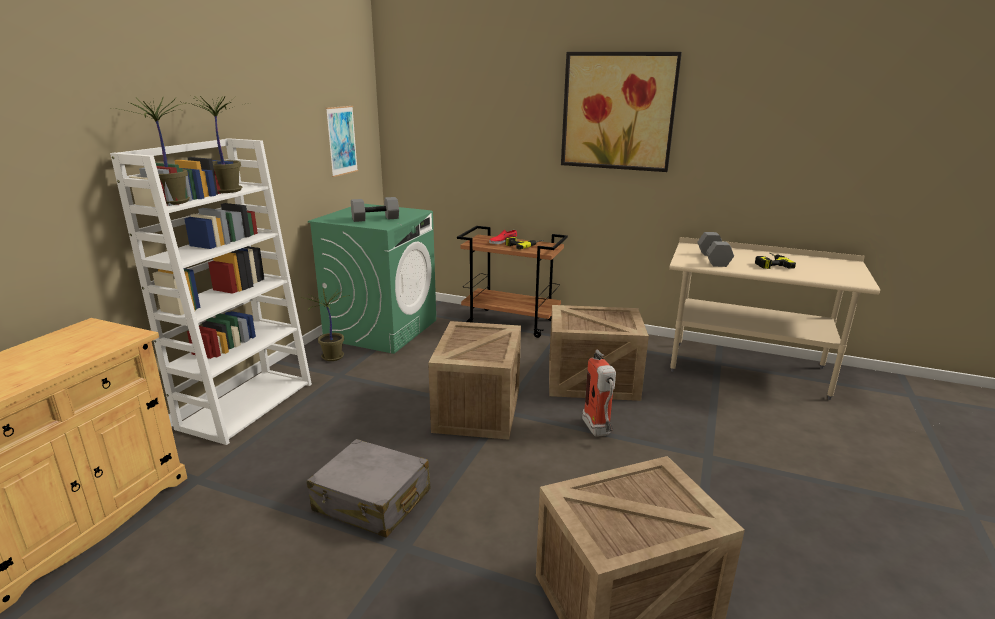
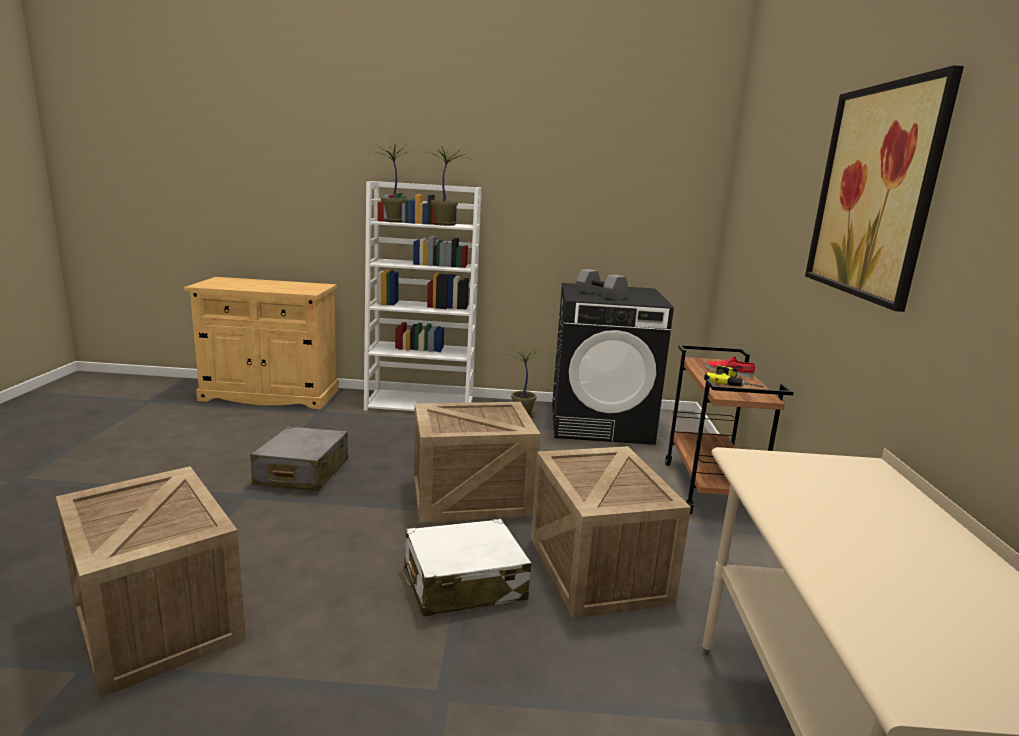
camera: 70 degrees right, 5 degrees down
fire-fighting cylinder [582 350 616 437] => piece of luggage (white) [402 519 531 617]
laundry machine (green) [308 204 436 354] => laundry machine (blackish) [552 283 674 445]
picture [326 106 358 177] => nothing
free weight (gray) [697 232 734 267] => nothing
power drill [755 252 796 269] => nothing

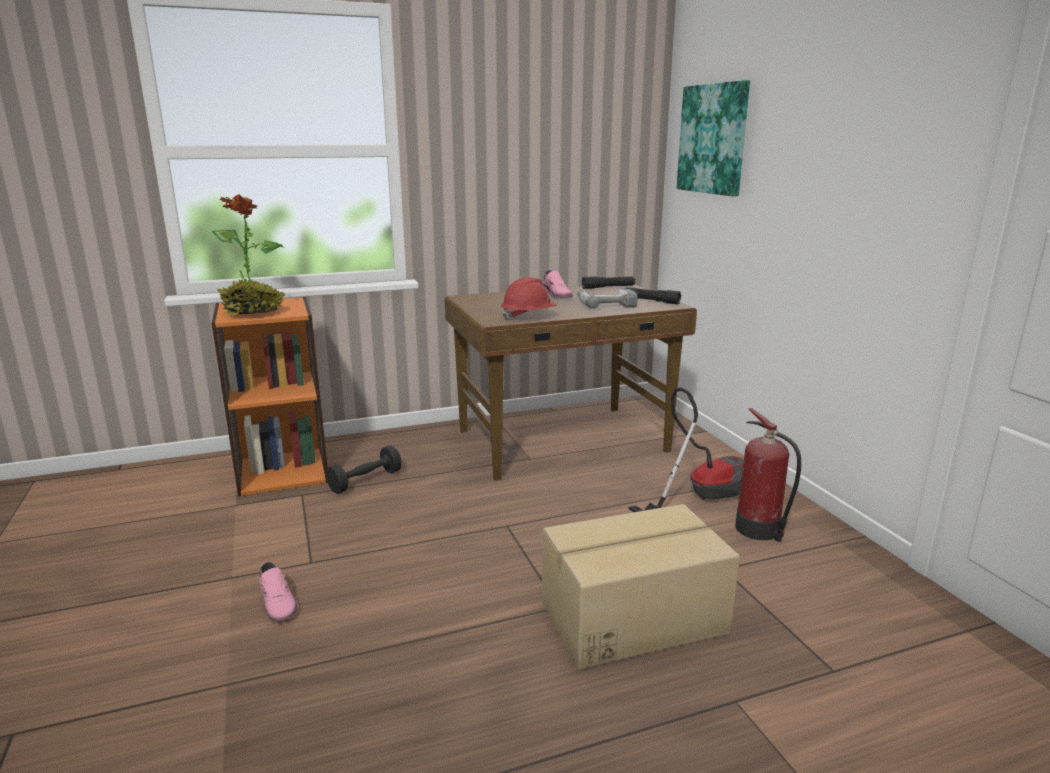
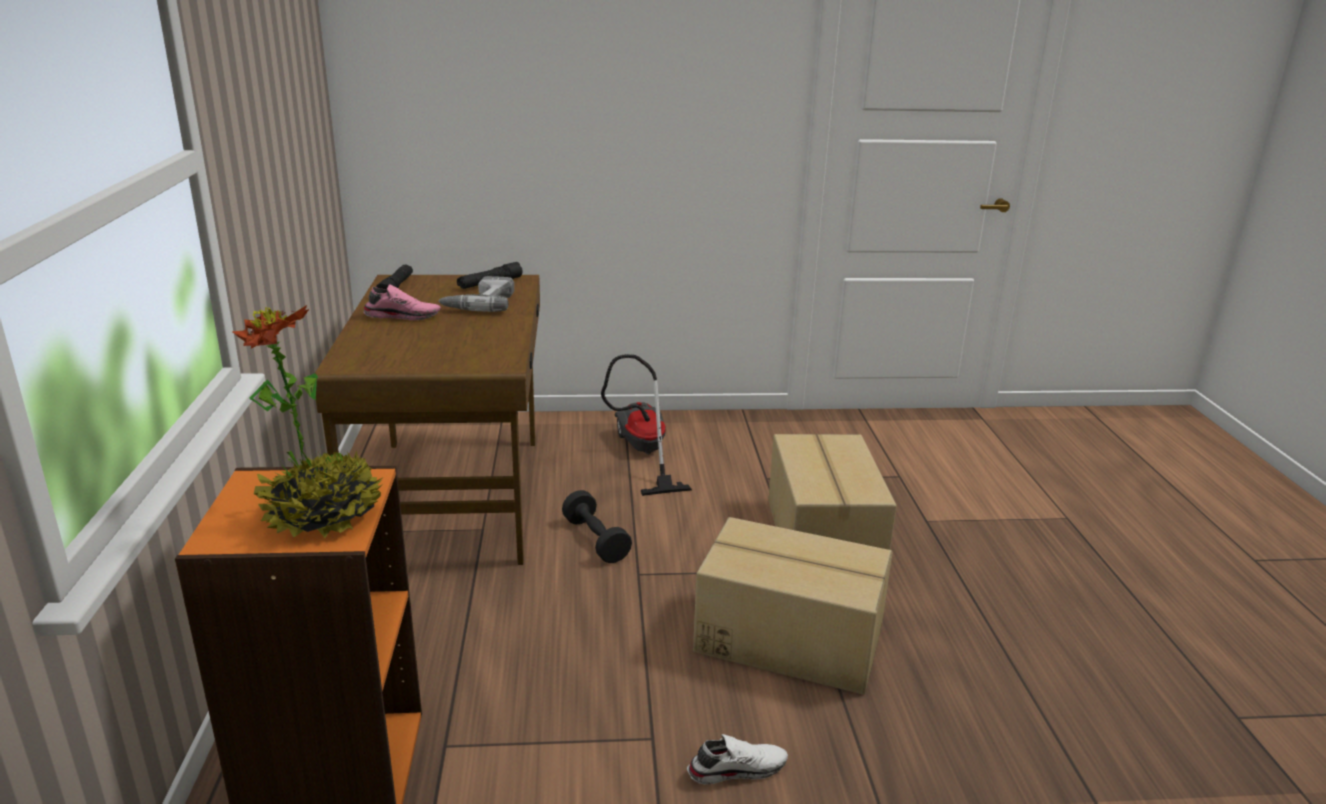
camera: 75 degrees left, 5 degrees up
free weight (blackish) [326 445 402 494] => free weight (blackish) [562 490 632 563], moved
item of footwear (pink-coloured) [259 562 299 622] => item of footwear (white) [687 734 788 785]
nothing => packing box [693 517 892 695]
work helmet (reddish) [501 277 557 320] => nothing
picture [677 80 750 196] => nothing
fire-fighting cylinder [735 408 801 542] => nothing

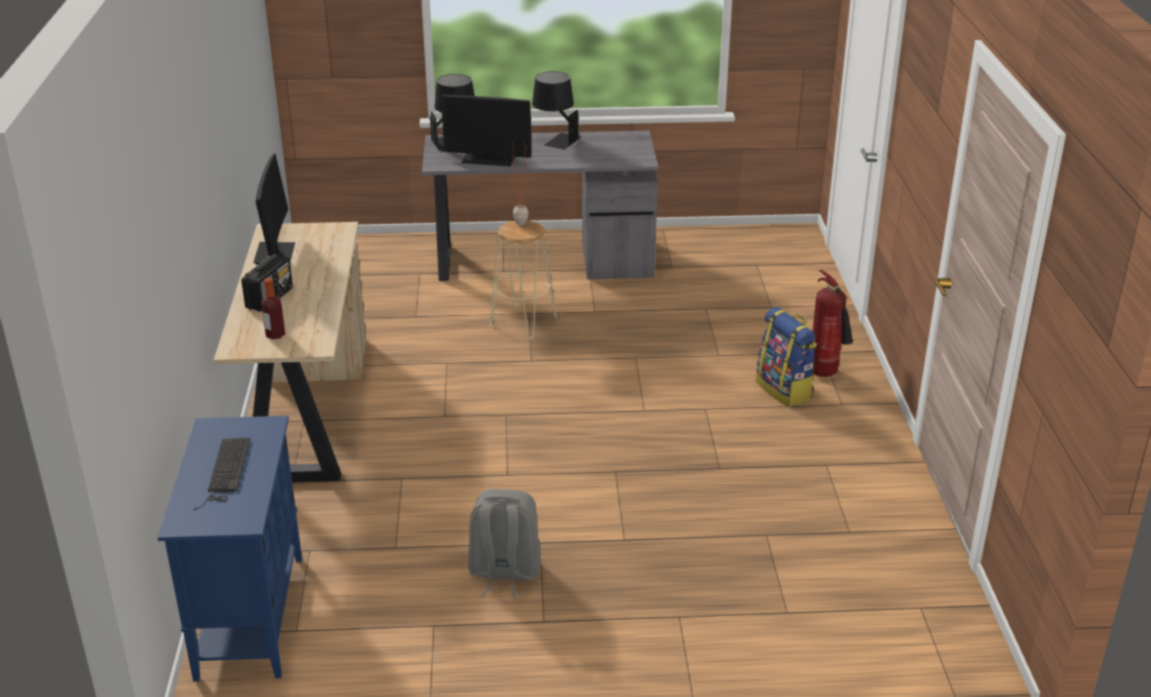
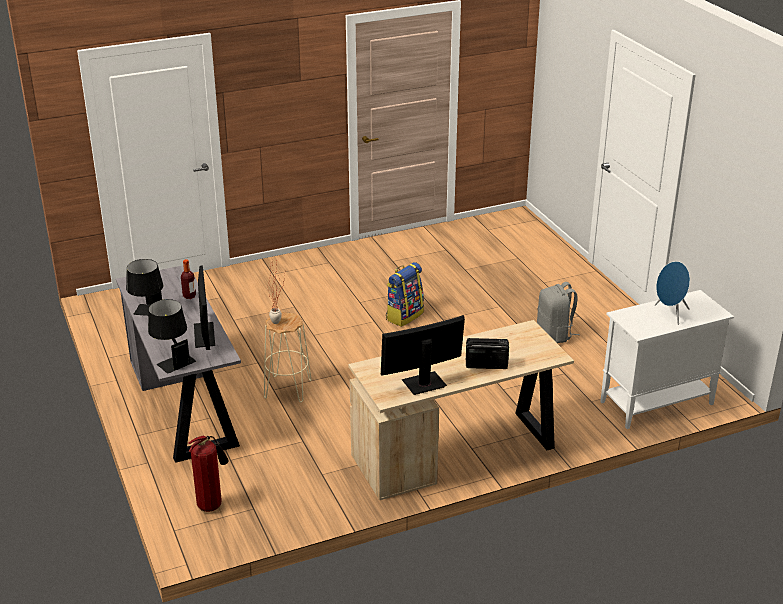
camera: 110 degrees left, 0 degrees up
bottle [261 278 285 339] => bottle [181 259 196 299], moved
fire-fighting cylinder [813 270 853 377] => fire-fighting cylinder [188 435 229 512], moved
knapsack [756 307 817 407] => knapsack [386 262 424 327], moved
cabinet (blue) [158 416 302 682] => cabinet (white) [600 290 734 429]
PC keyboard [193 438 250 510] => speaker (blue) [655 261 690 325]

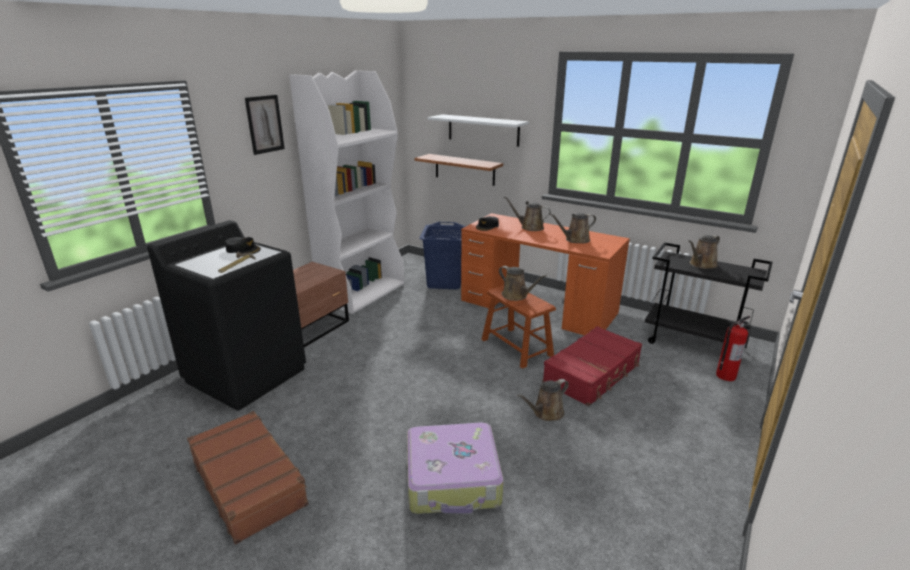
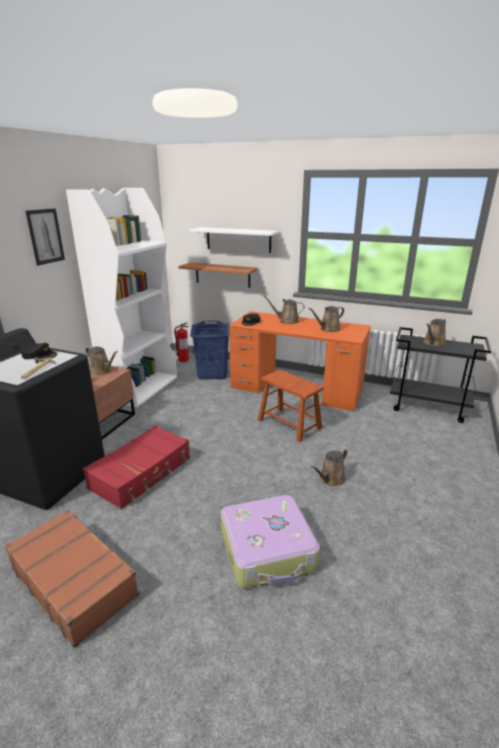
camera: 10 degrees left, 0 degrees up
piece of luggage (reddish) [542 326 642 406] => piece of luggage (reddish) [83 426 190 509], moved
sprinkling can (brown-coloured) [499 266 547 301] => sprinkling can (brown-coloured) [86 346 118 375], moved
fire-fighting cylinder [716 316 750 381] => fire-fighting cylinder [174 323 189 362], moved

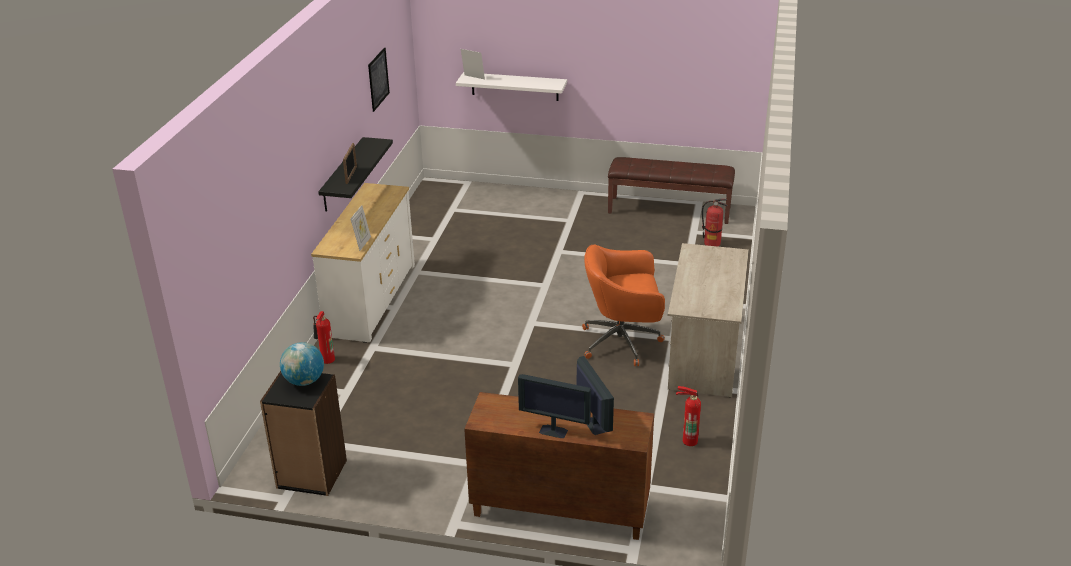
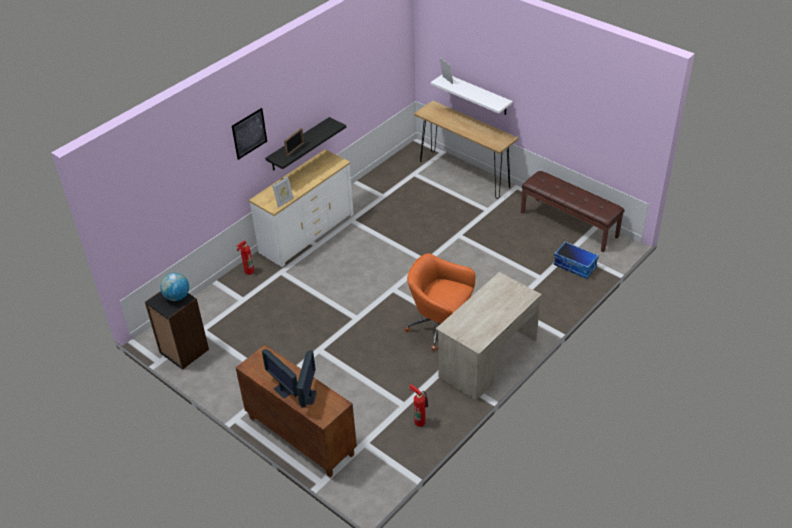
camera: 30 degrees right, 10 degrees up
picture [368 47 390 112] => picture [232 108 267 160], moved
nothing => hall table (brown-coloured) [414 101 519 199]
fire-fighting cylinder [702 199 728 247] => storage bin [554 241 599 279]

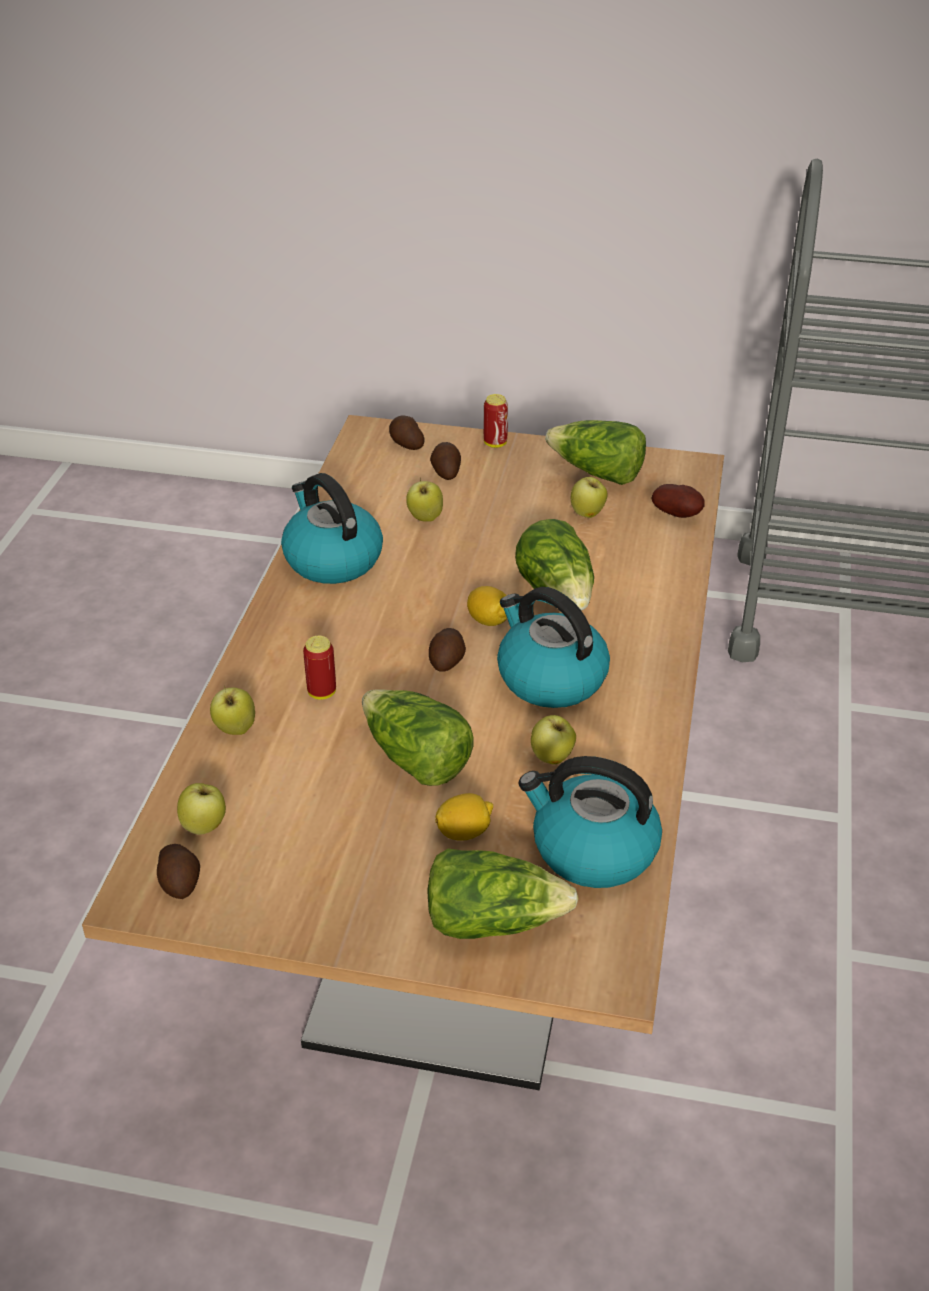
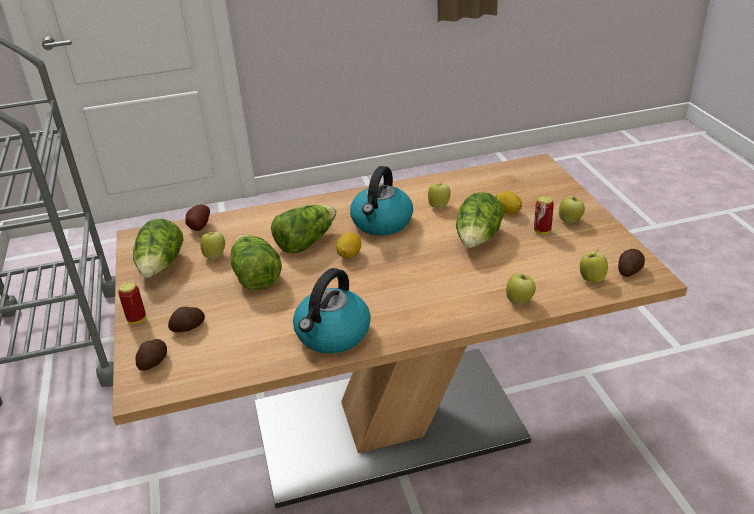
camera: 115 degrees left, 5 degrees down
head of lettuce [427 848 579 939] => head of lettuce [231 235 282 290], moved
can [303 636 336 700] => can [534 196 554 234], moved
apple fruit [406 478 443 522] => apple fruit [559 196 585 223], moved
whole potato [429 628 466 672] => nothing
tea kettle [519 756 662 888] => nothing

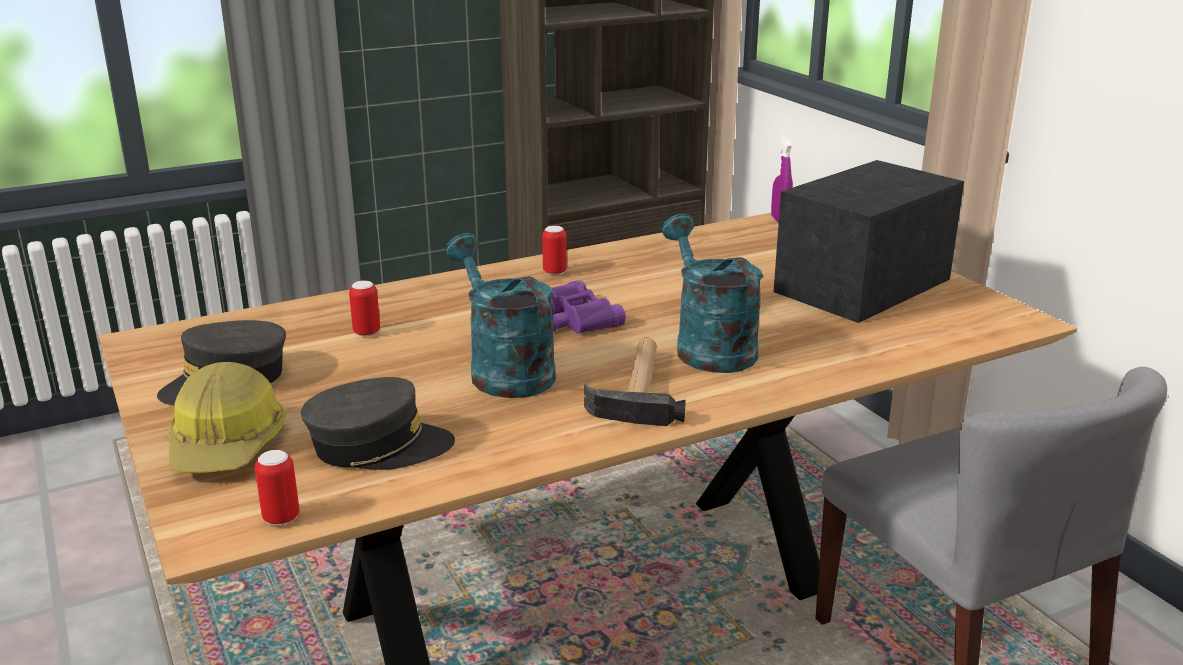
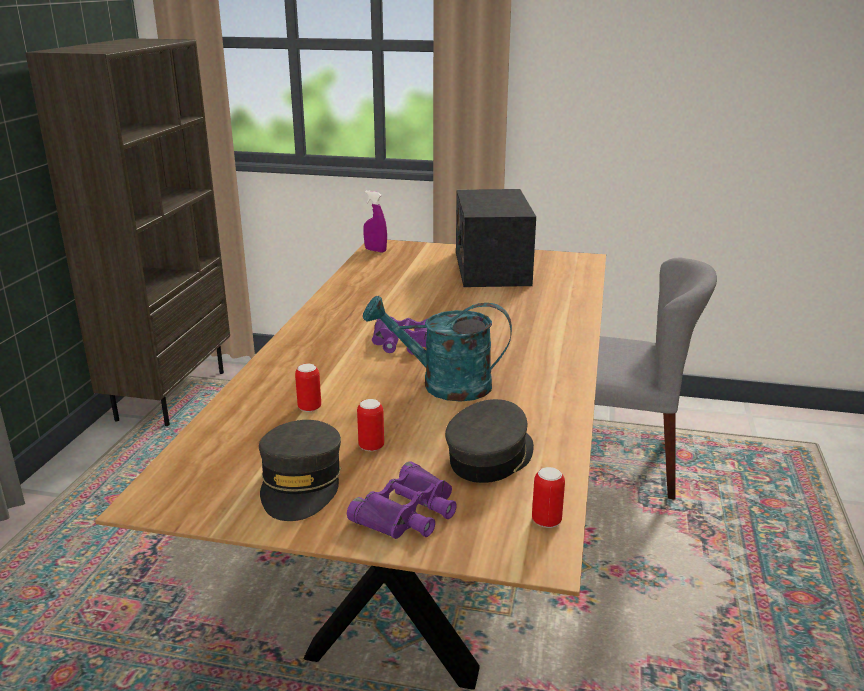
camera: 50 degrees left, 0 degrees up
work helmet [167 362 287 473] => field glasses (purplish) [347 461 457 539]
can [542 226 567 275] => can [357 399 384 451], moved
hand hammer [584 337 686 426] => nothing
sprinkling can (turquoise-coloured) [662 214 763 373] => nothing

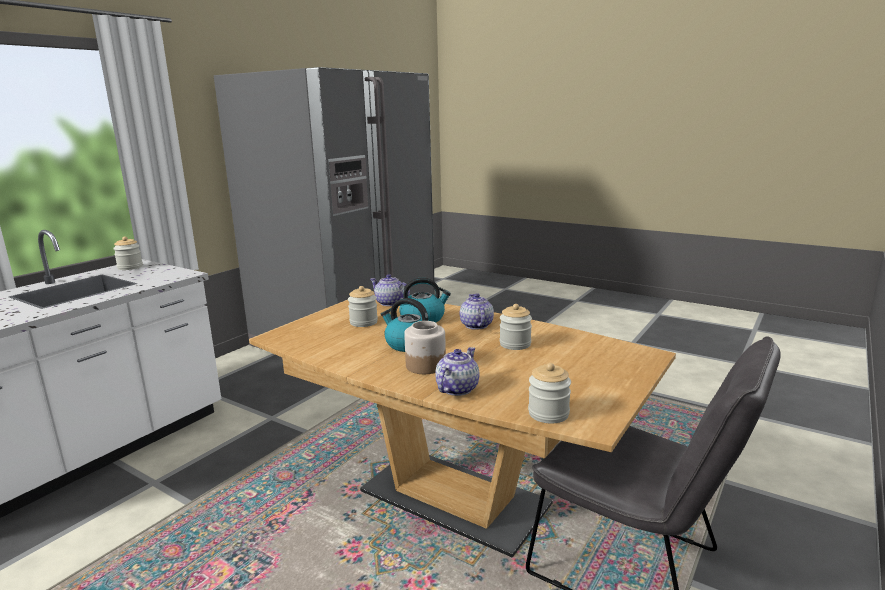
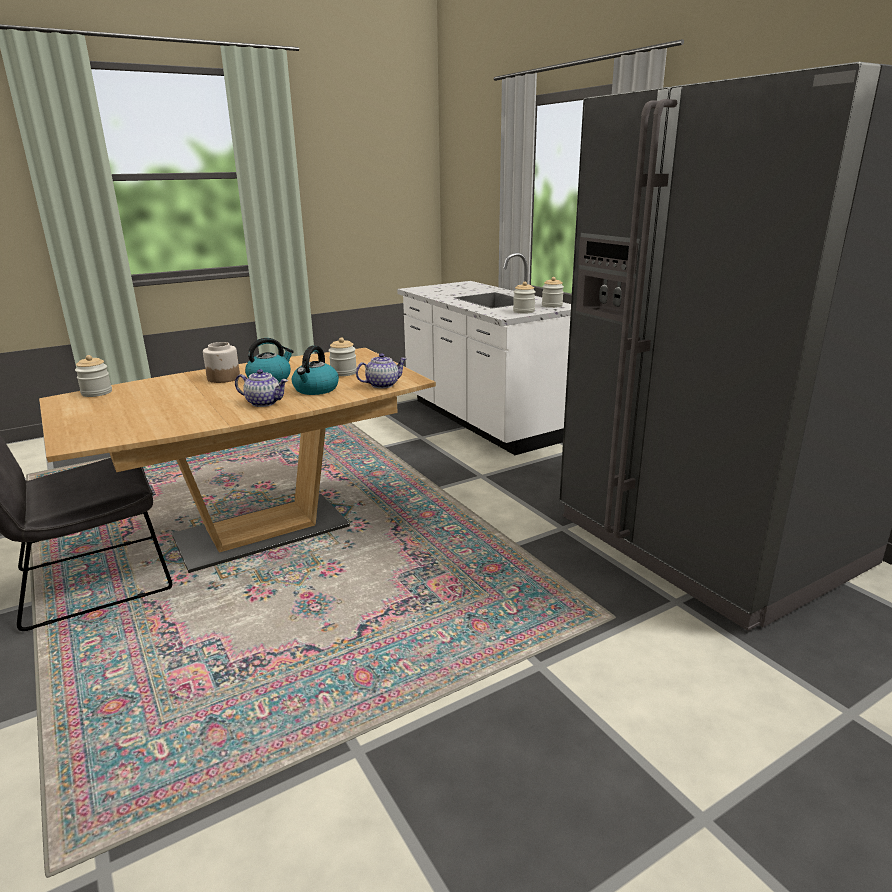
camera: 115 degrees right, 5 degrees up
jar [500 304 532 350] => jar [513 282 536 314], moved
pot for tea [435 347 480 396] => nothing

